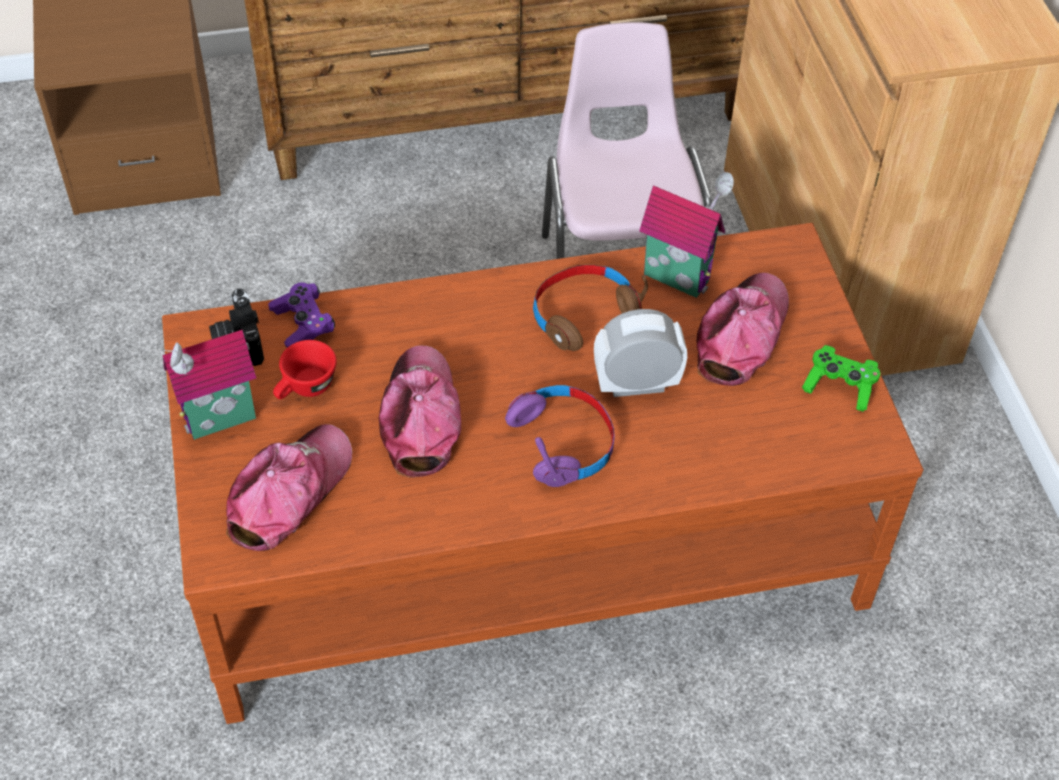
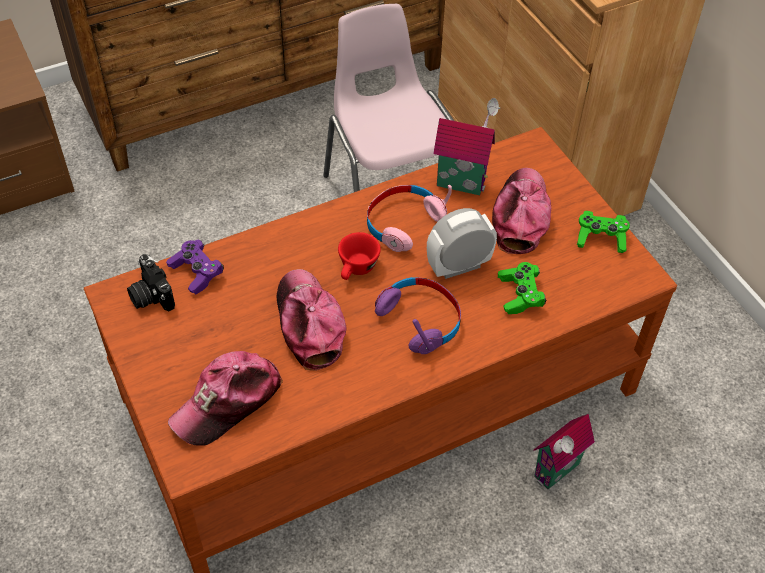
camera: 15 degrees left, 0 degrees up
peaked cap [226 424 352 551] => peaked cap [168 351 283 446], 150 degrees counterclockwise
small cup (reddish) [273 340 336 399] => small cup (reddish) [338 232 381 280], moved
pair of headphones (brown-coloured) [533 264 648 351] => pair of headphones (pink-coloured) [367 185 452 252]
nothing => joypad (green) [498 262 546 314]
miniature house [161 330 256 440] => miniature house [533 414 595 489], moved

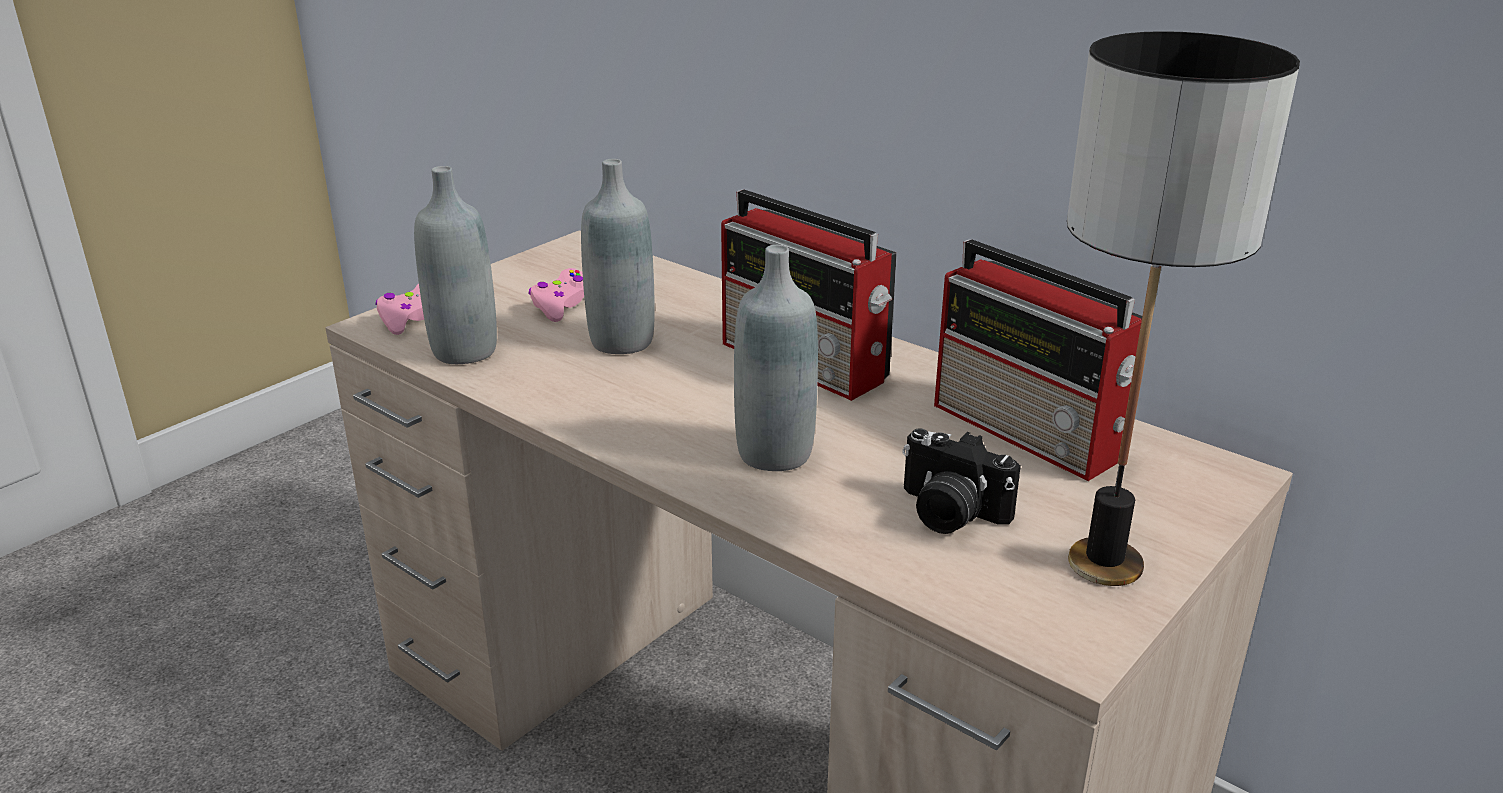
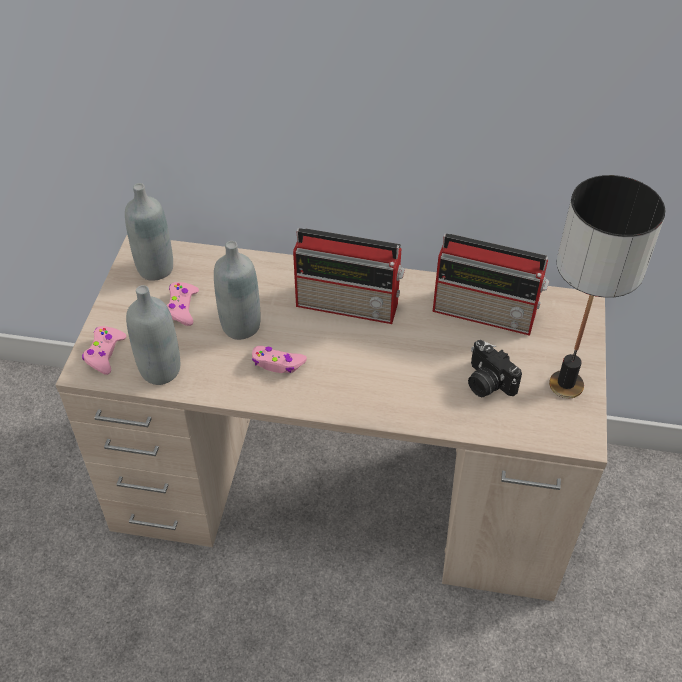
camera: 30 degrees left, 20 degrees up
bottle (gray) [734 245 818 471] => bottle (gray) [125 183 173 281], moved
nothing => joypad (pink-coloured) [252 346 307 373]
still camera [902 428 1021 534] => still camera [468 340 522 397], 45 degrees clockwise

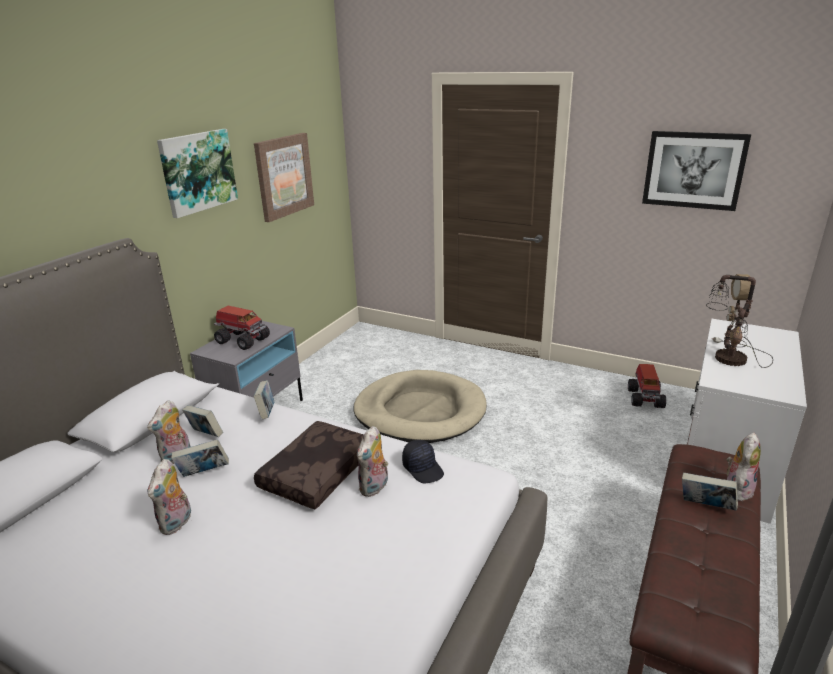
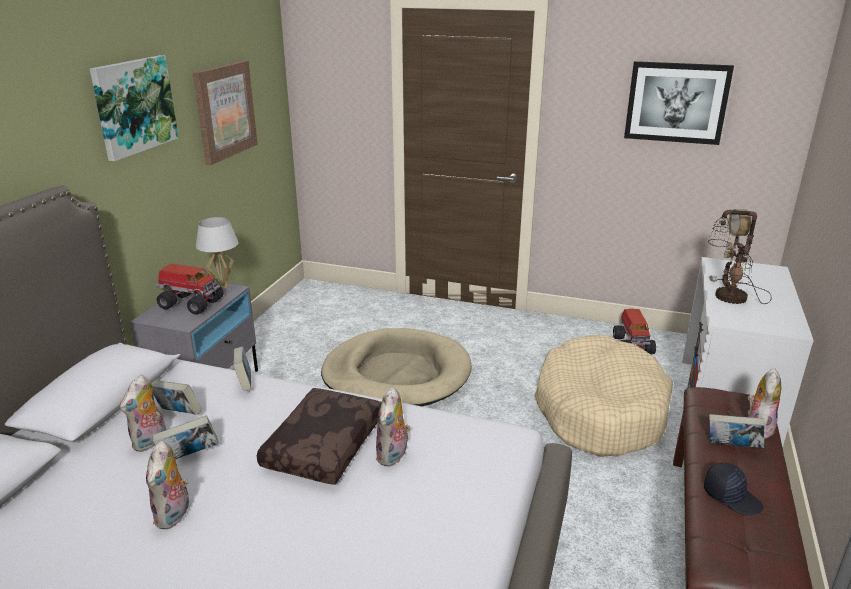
camera: 10 degrees left, 0 degrees up
nothing => tabletop lamp (white) [195 217 239 288]
nothing => pet bed (beige) [534 335 673 457]
peaked cap (blackish) [402 440 444 483] => peaked cap (blackish) [704 463 764 516], moved

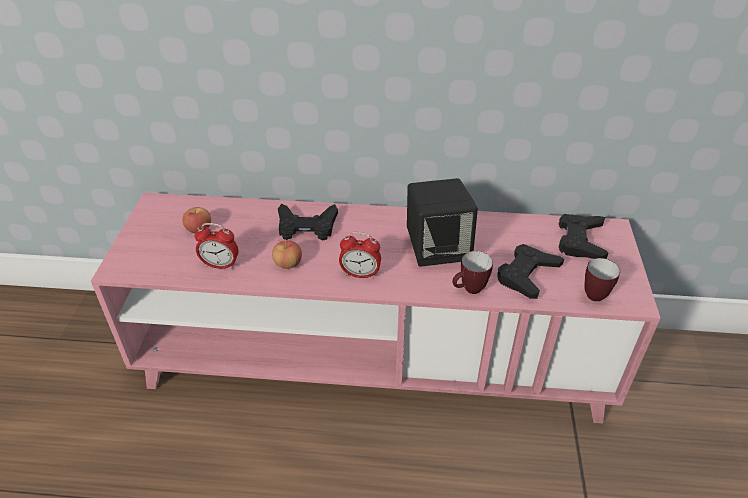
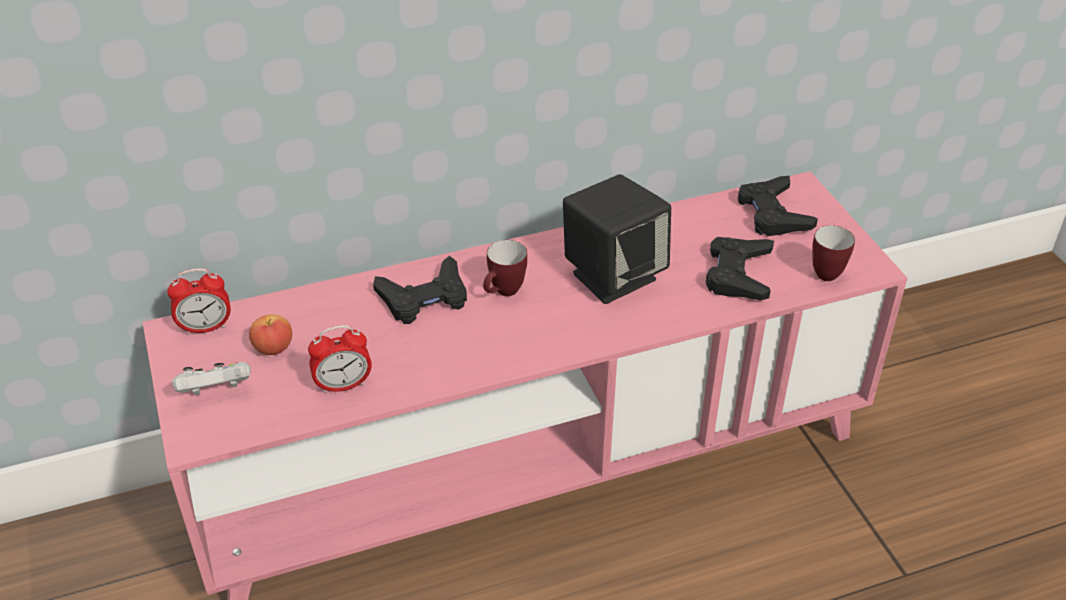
camera: 25 degrees left, 0 degrees up
bedside clock [339 232 381 279] => bedside clock [167 268 231 335], moved
nothing => joypad (white) [172 362 251 395]
tea mug [452 251 493 294] => tea mug [483 240 527 296], moved
apple fruit [272 240 302 269] => nothing

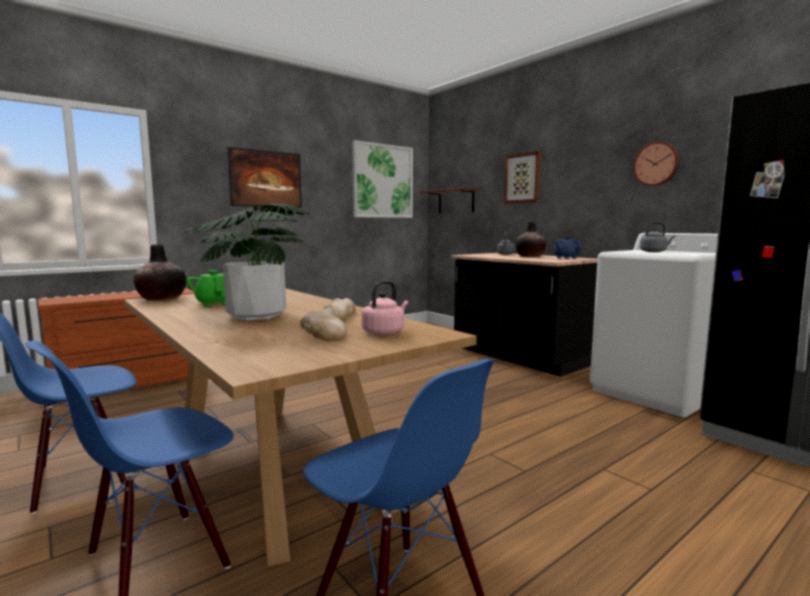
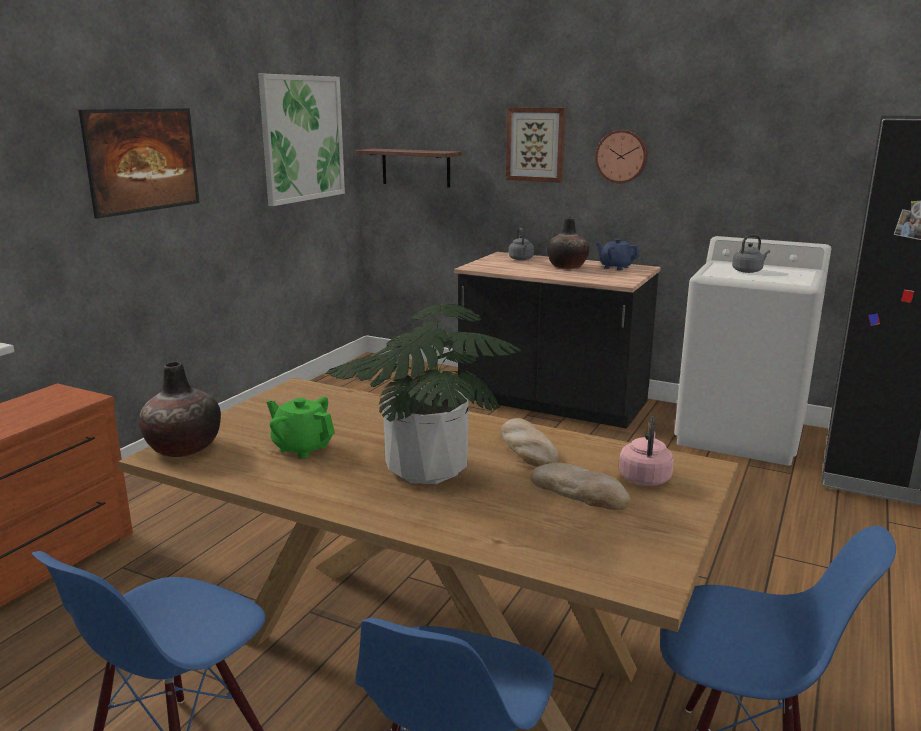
camera: 25 degrees left, 10 degrees up
hanging clock [633 141 680 186] => hanging clock [595 130 648 183], moved

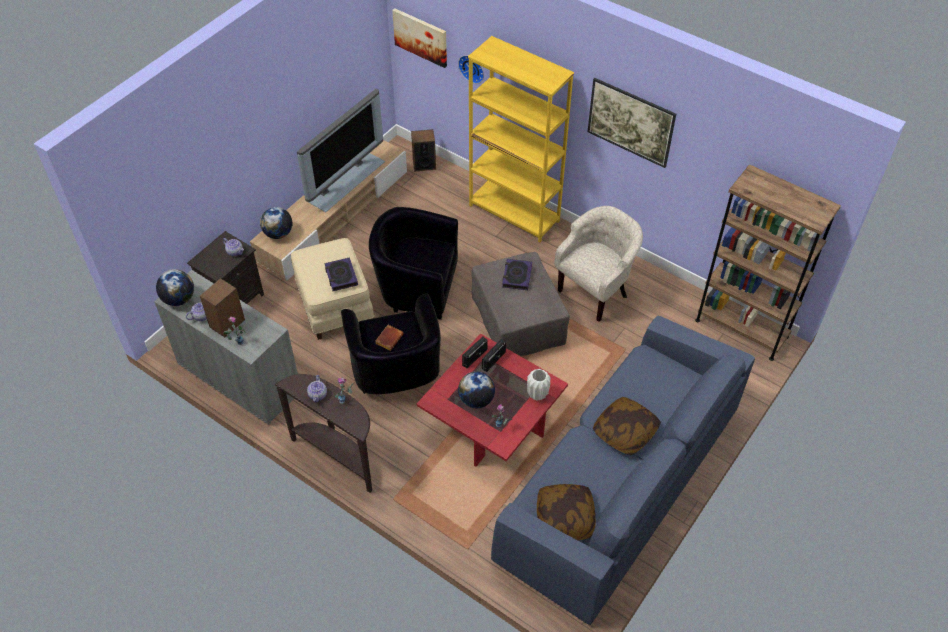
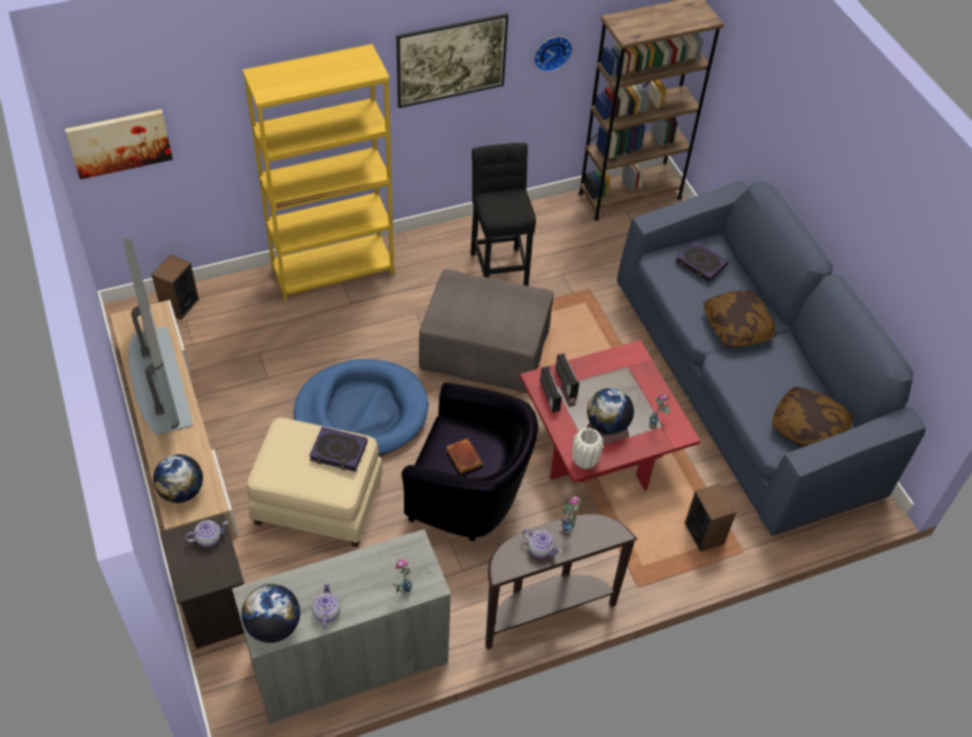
camera: 60 degrees left, 0 degrees up
armchair (blackish) [369 207 458 320] => pet bed (blue) [294 359 429 456]
armchair (beige) [555 206 643 322] => stool (blackish) [471 143 536 286]
hanging clock [458 55 484 84] => hanging clock [534 36 572 72], moved
flower vase (white) [527 369 551 401] => flower vase (white) [572 428 604 469], moved
volume [502 259 532 290] => volume [675 241 729 283], moved
speaker [200 278 245 337] => speaker [685 483 737 552], moved

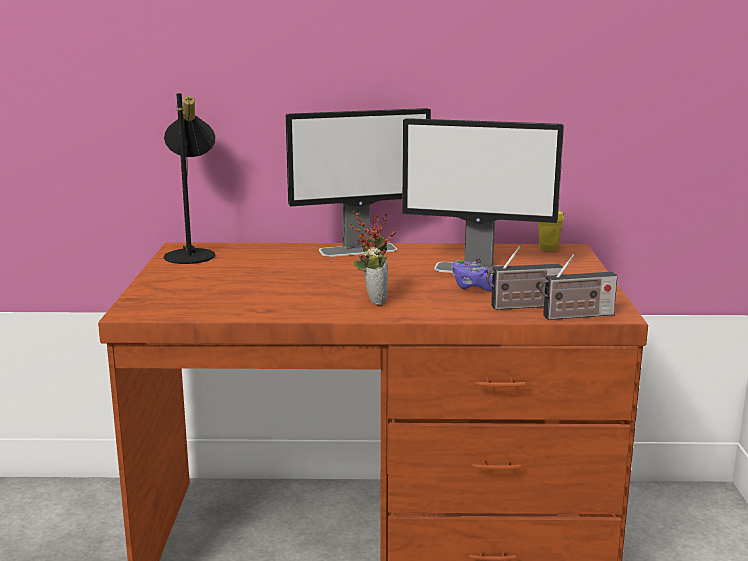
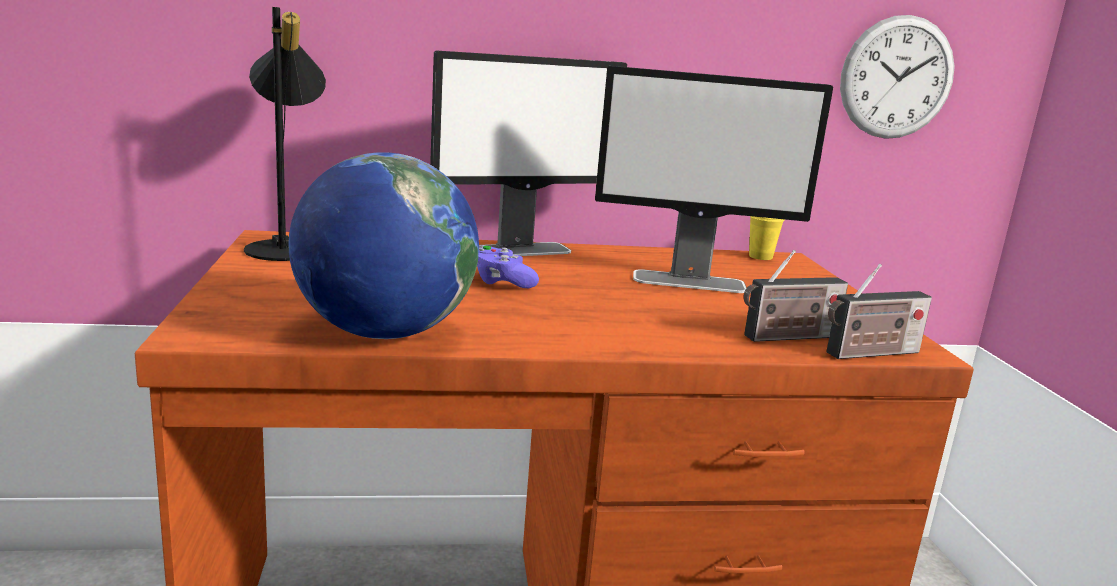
camera: 10 degrees left, 0 degrees up
nothing => globe [289 152 479 339]
joypad (purplish) [451 260 493 291] => joypad (purplish) [477 245 539 288], moved
nothing => hanging clock [840 15 955 139]
houseplant [349 210 396 305] => nothing

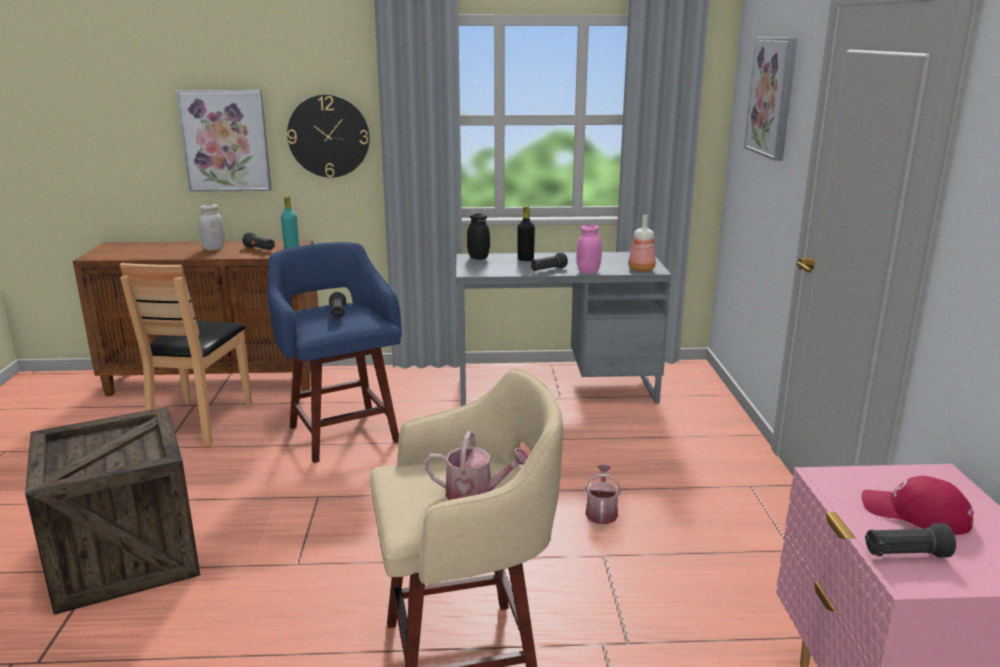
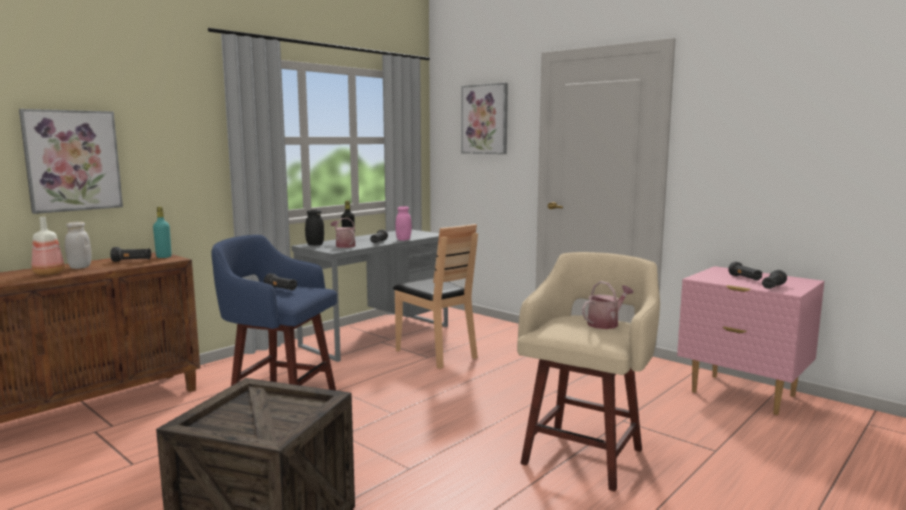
camera: 45 degrees left, 10 degrees down
bottle [628 215 656 272] => bottle [32 217 65 275], moved
sprinkling can [585 465 621 524] => sprinkling can [331 218 355 248], moved
plain chair (brown-coloured) [120 263 252 446] => plain chair (brown-coloured) [393 224 478 369], moved
peaked cap (reddish) [862 476 974 535] => torch (blackish) [728 262 762 281]
hanging clock [287 94 370 178] => nothing

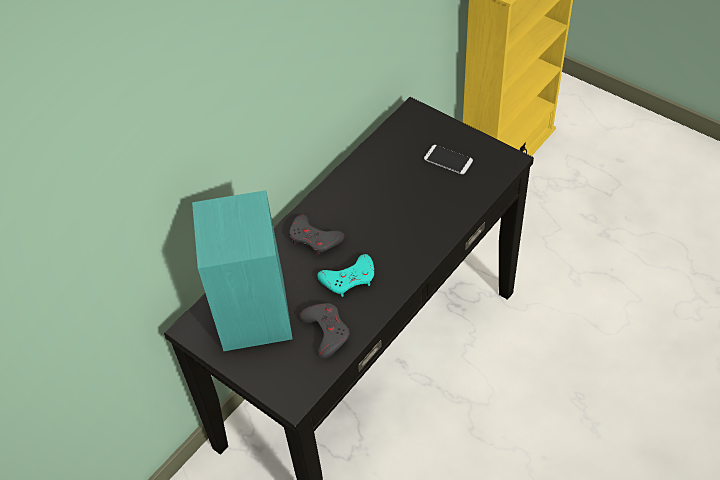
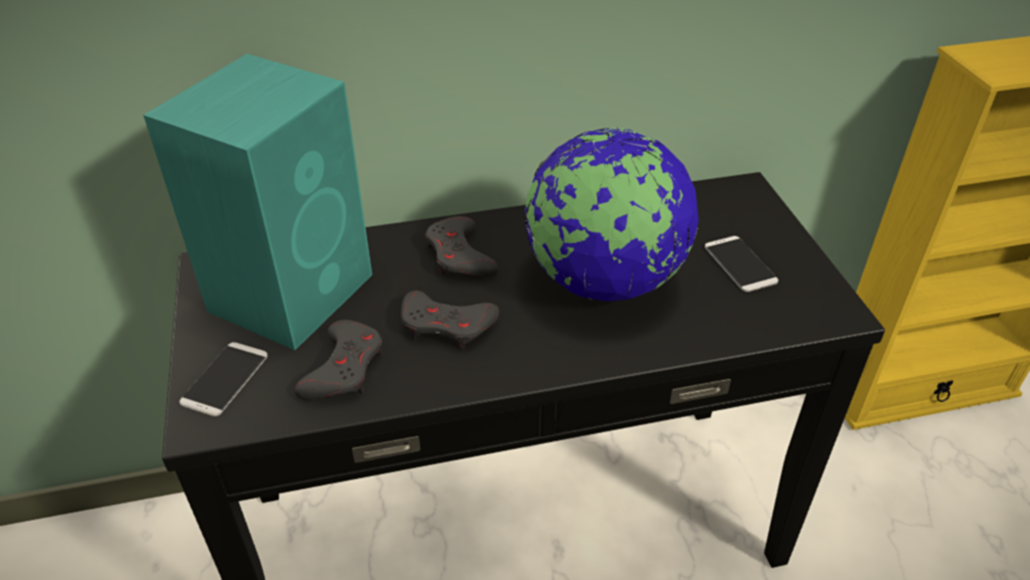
camera: 35 degrees right, 10 degrees down
nothing => handset [179 342 268 417]
joypad (turquoise-coloured) [317 254 374 297] => joypad (gray) [401 291 499 349]
nothing => globe [525 128 699 301]

